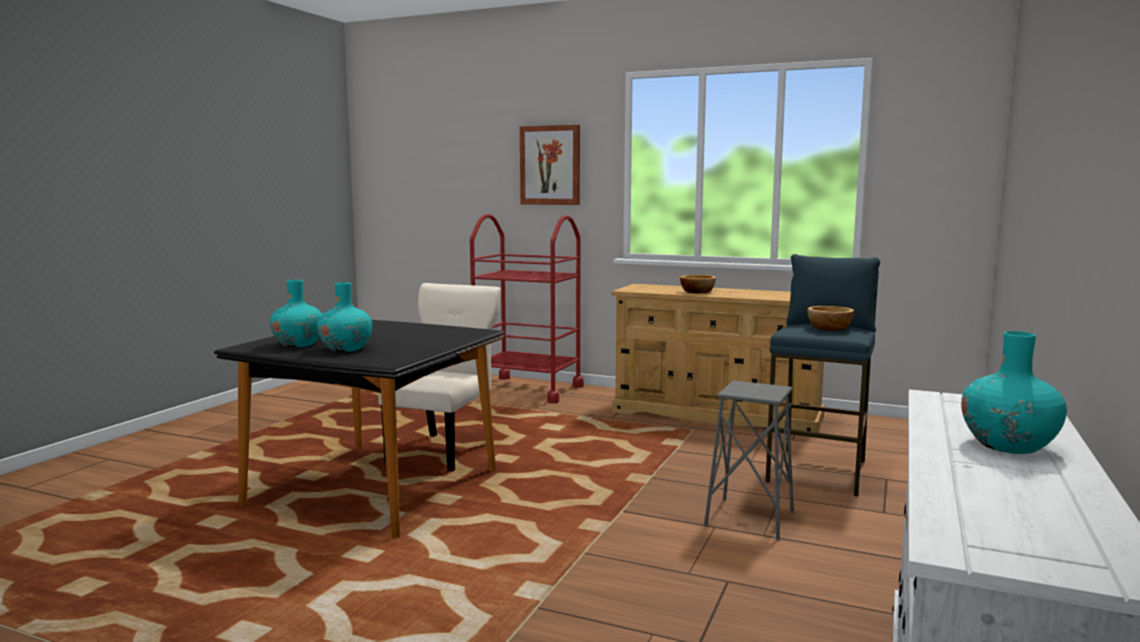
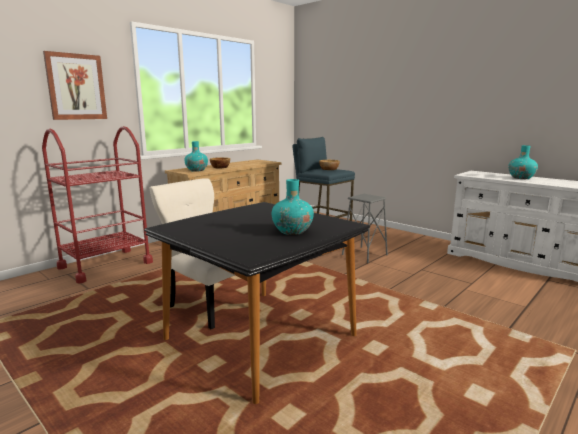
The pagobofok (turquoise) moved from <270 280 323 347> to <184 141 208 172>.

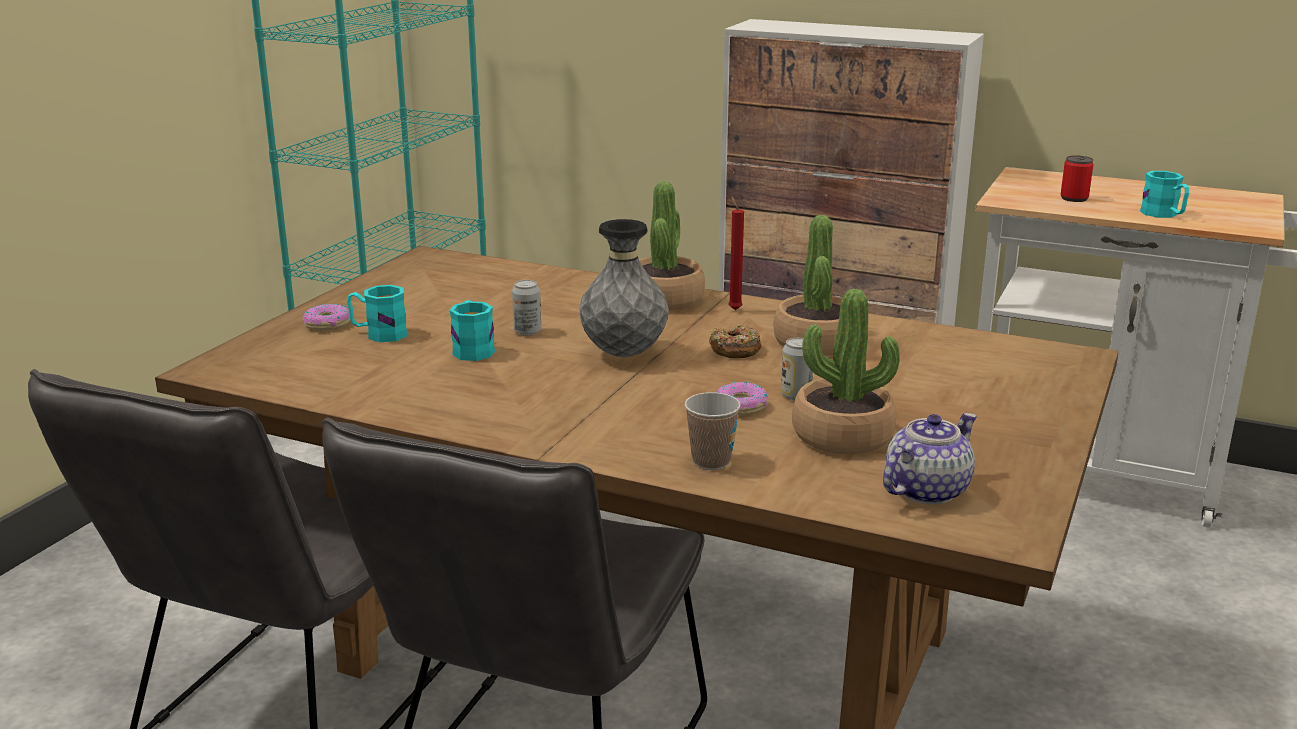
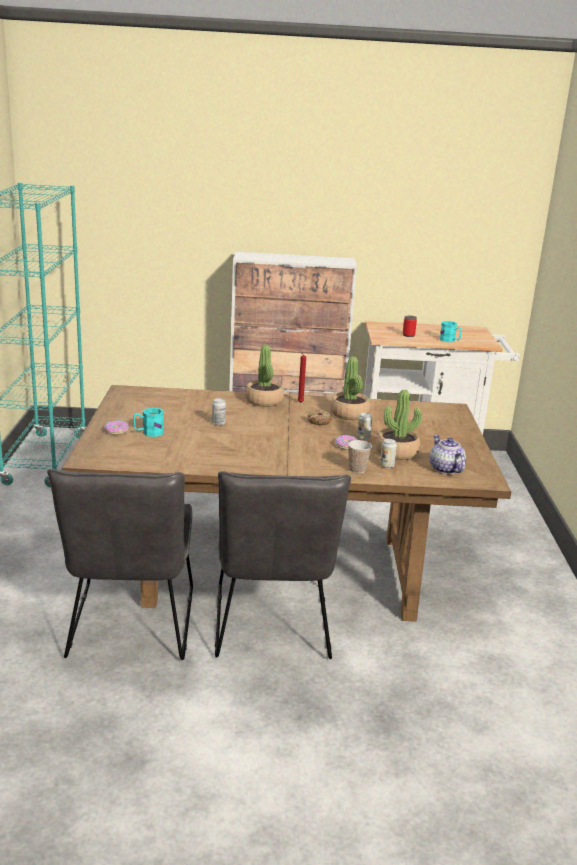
The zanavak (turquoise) at <450 300 495 361> disappeared.
The pagobofok (grey) at <579 219 669 357> disappeared.
The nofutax at <883 413 977 505> turned 45 degrees counterclockwise.
The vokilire at <380 439 397 468> appeared.

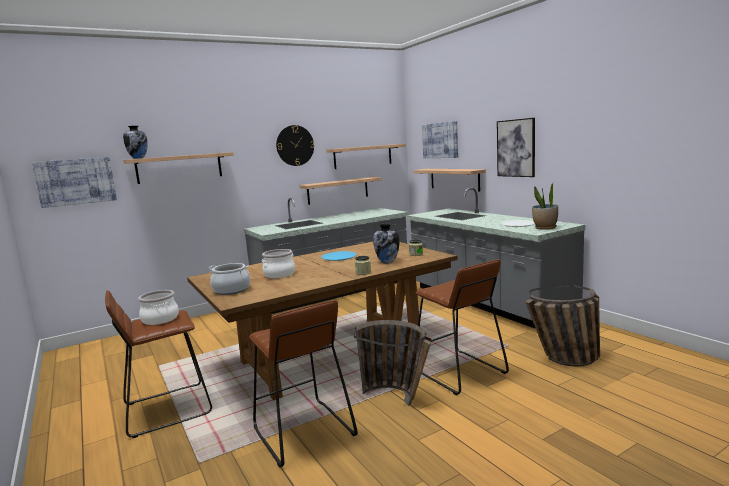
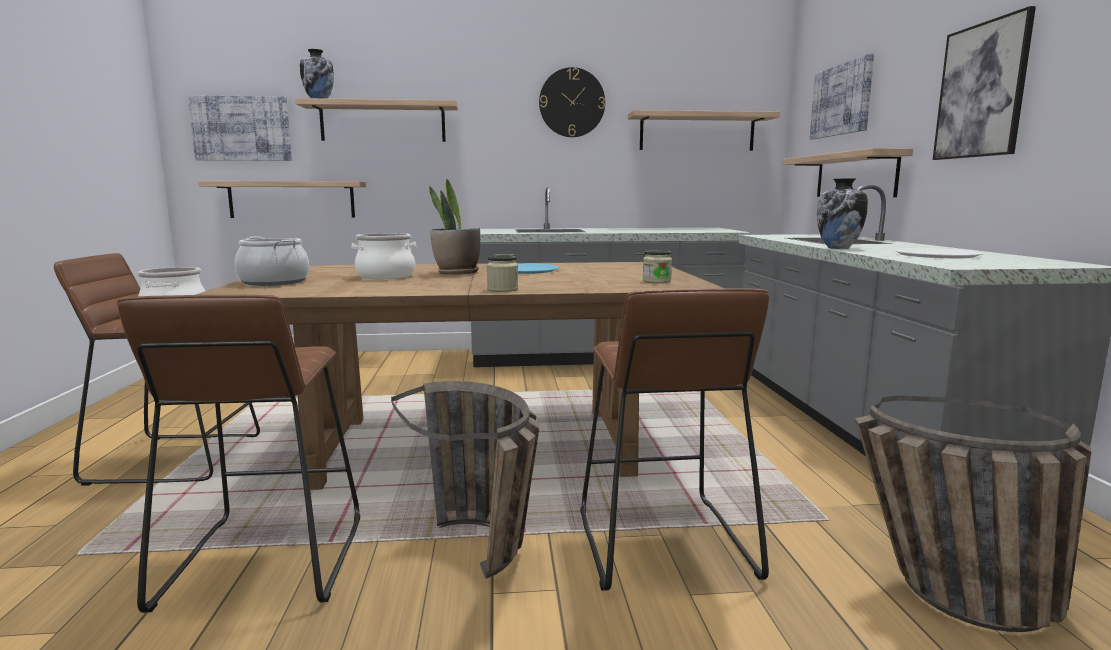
The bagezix moved from <299 177 382 205> to <198 181 366 218>.
The pagobofok moved from <373 223 399 263> to <817 179 868 249>.
The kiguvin moved from <532 183 558 230> to <429 179 480 275>.

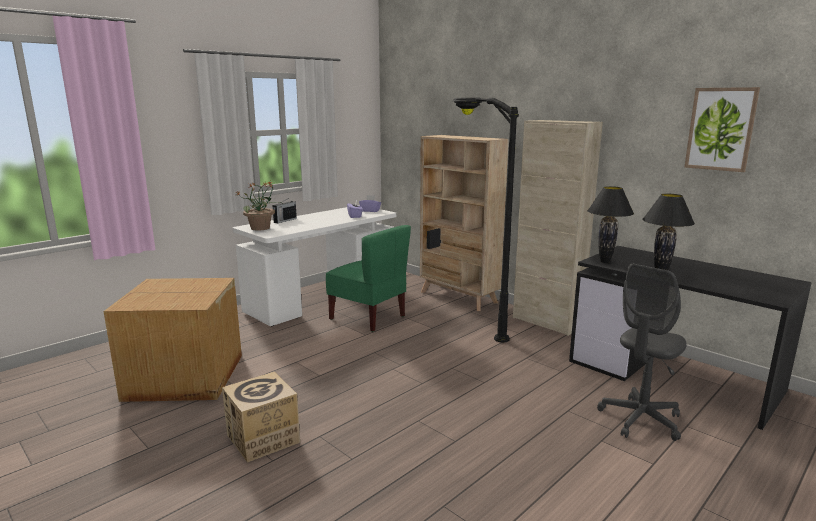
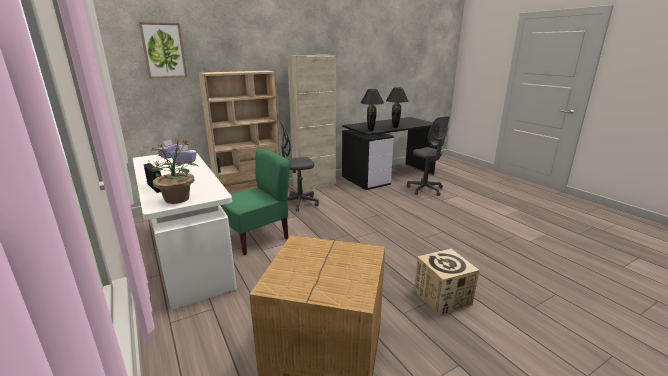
The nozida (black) at <452 98 519 343> was replaced by the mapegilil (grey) at <280 121 319 212>.
The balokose moved from <684 87 760 172> to <139 22 187 79>.

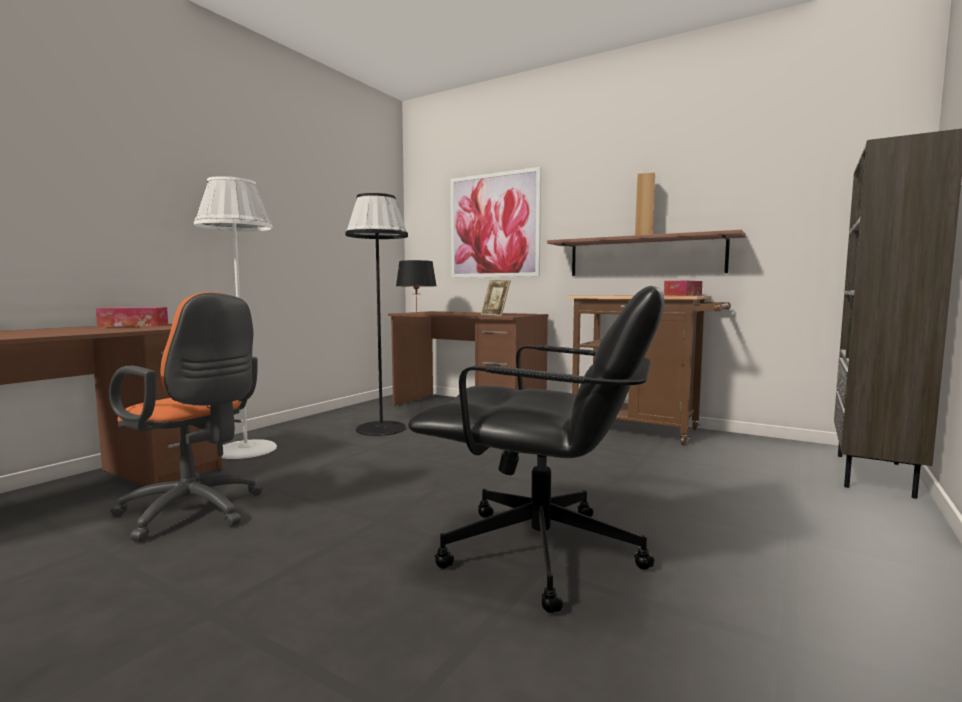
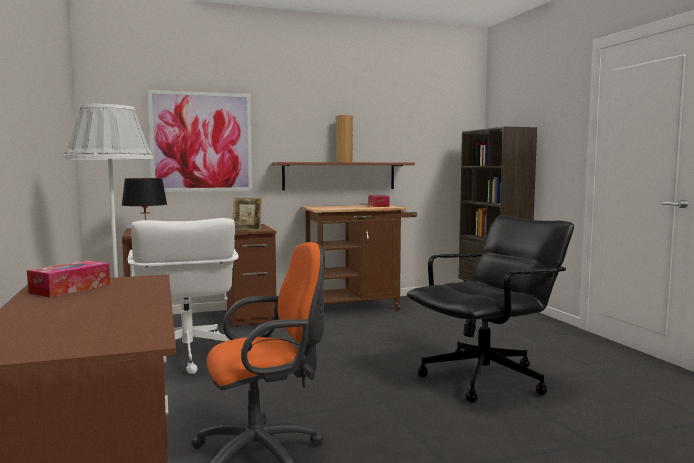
The nozida (black) at <345 193 408 436> was replaced by the mapegilil (white) at <127 218 239 374>.

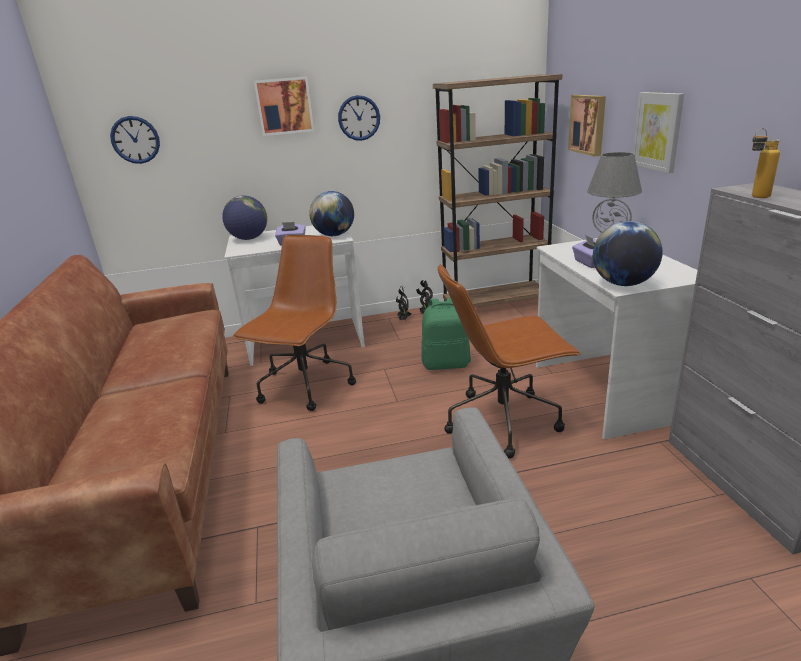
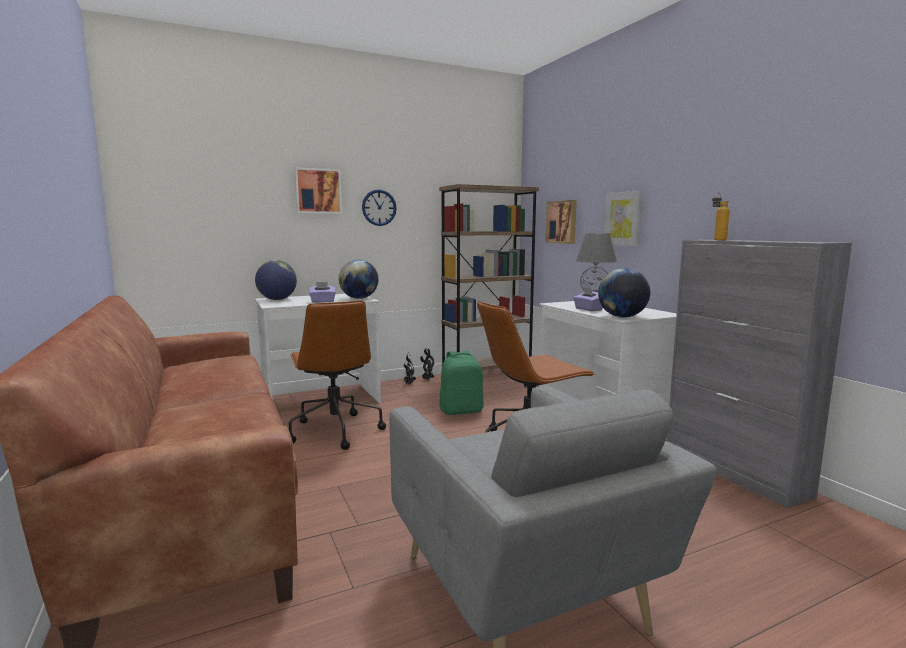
The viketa at <110 116 160 164> disappeared.
The mapegilil (brown) at <233 235 356 411> turned 150 degrees clockwise.

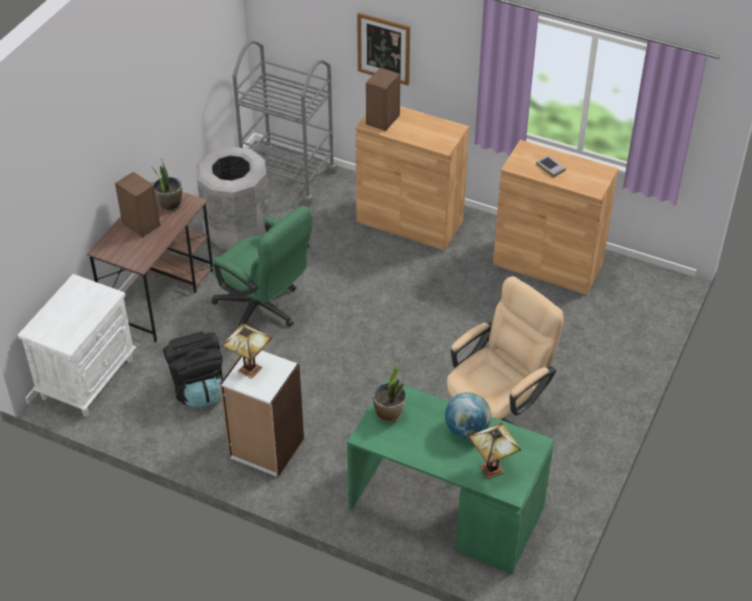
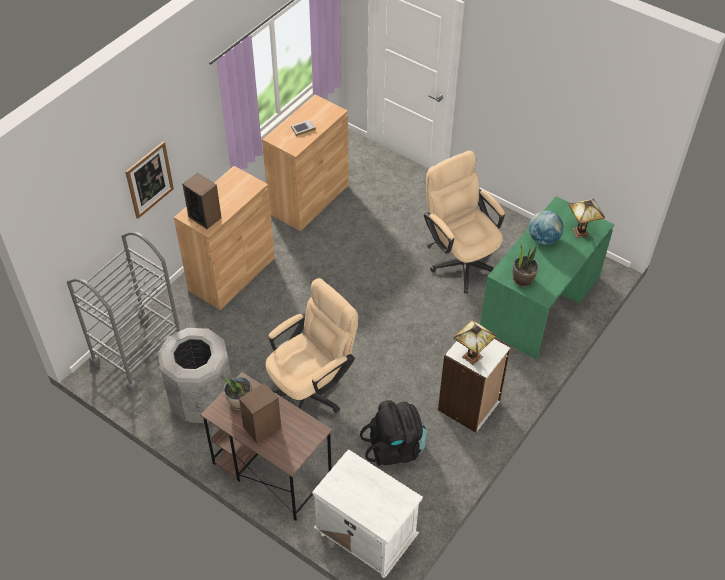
The mapegilil (green) at <211 206 312 327> became the mapegilil (beige) at <266 278 358 413>.

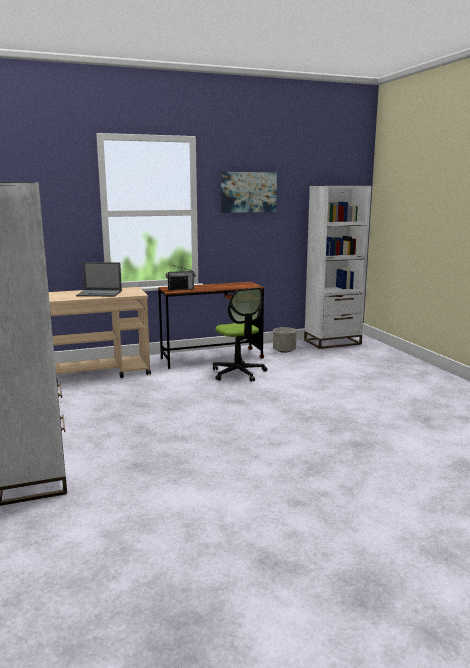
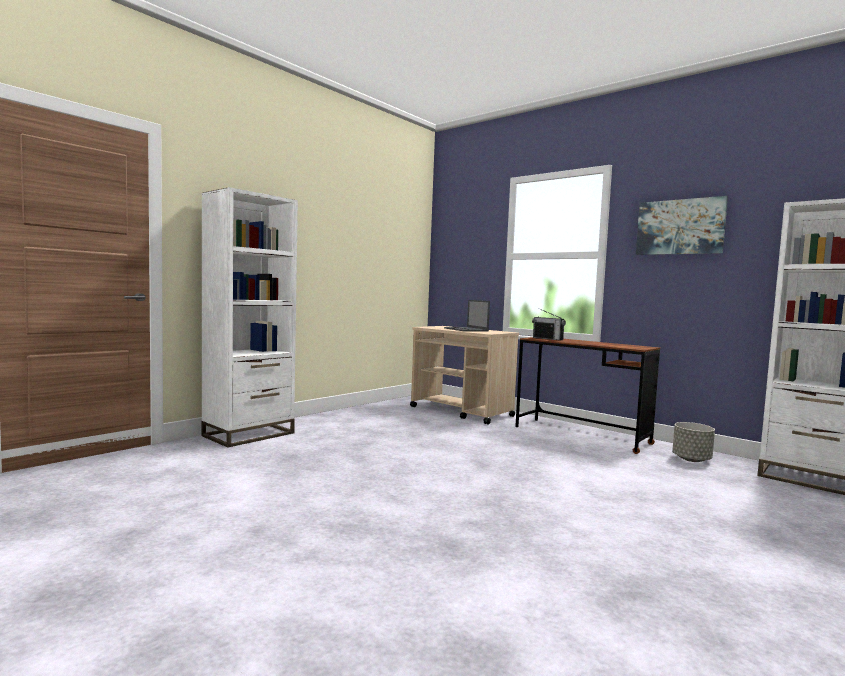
The mapegilil at <213 287 267 382> disappeared.

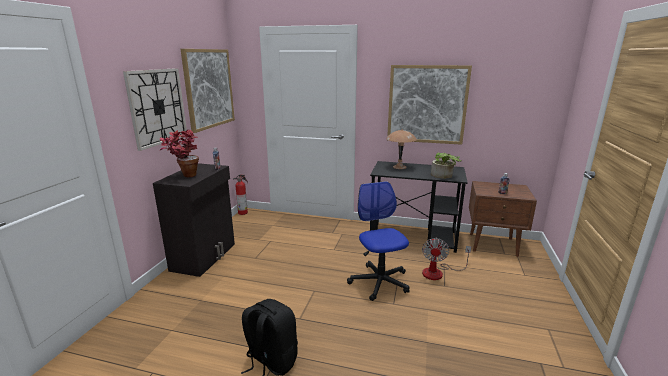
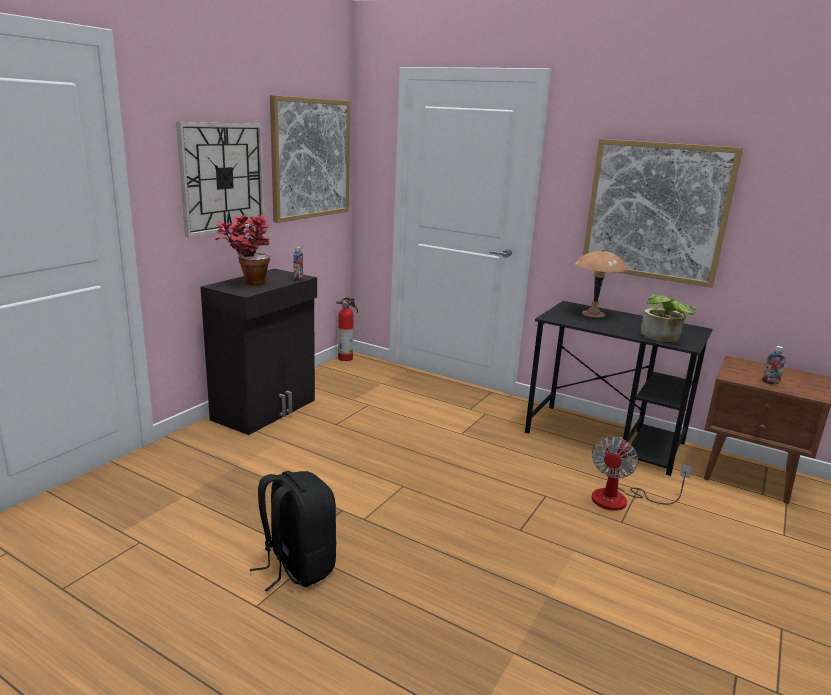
The mapegilil at <347 181 410 301> disappeared.

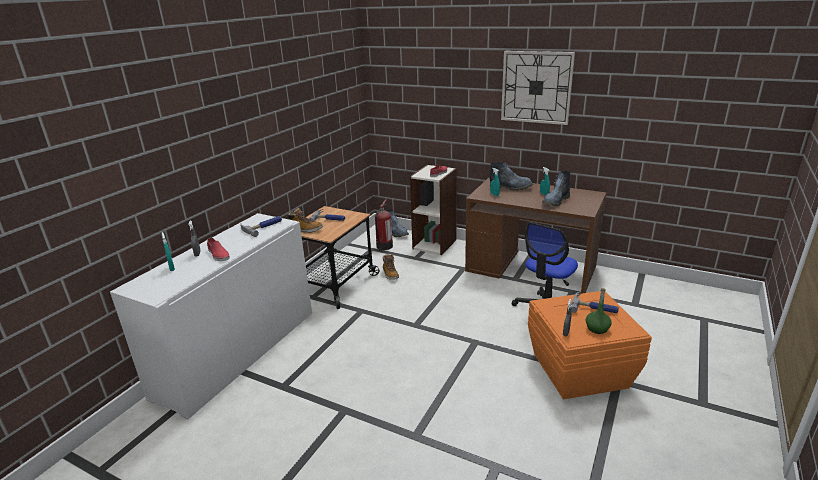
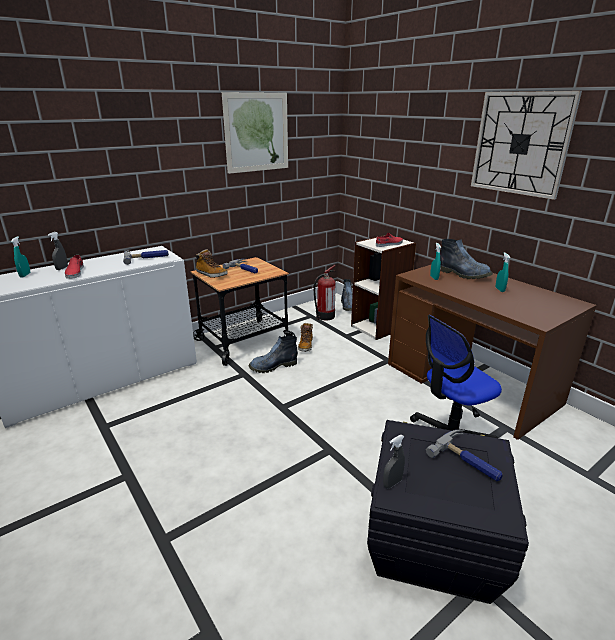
The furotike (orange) at <528 291 652 399> became the furotike (black) at <367 420 529 604>.
The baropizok moved from <542 171 570 206> to <248 336 298 373>.
The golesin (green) at <586 288 612 334> disappeared.
The balokose at <222 92 288 174> appeared.

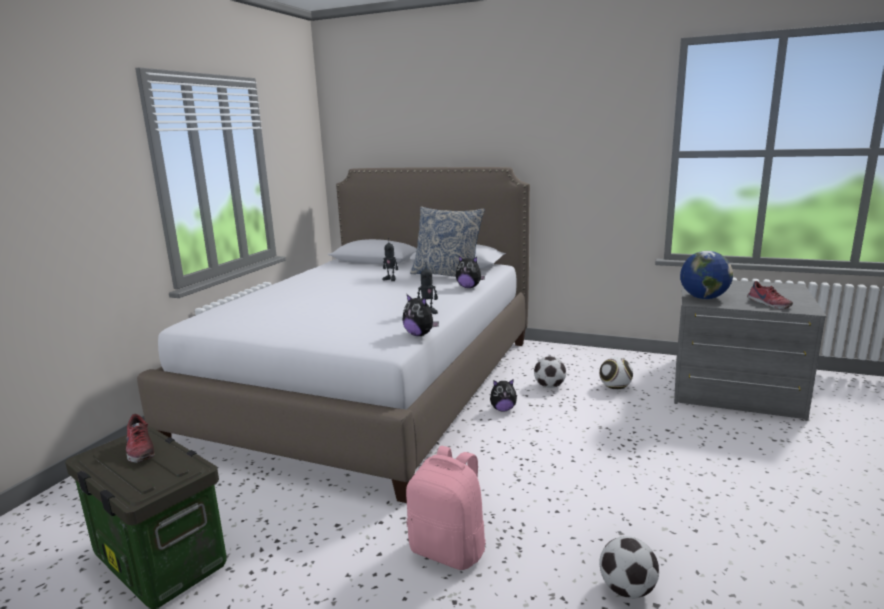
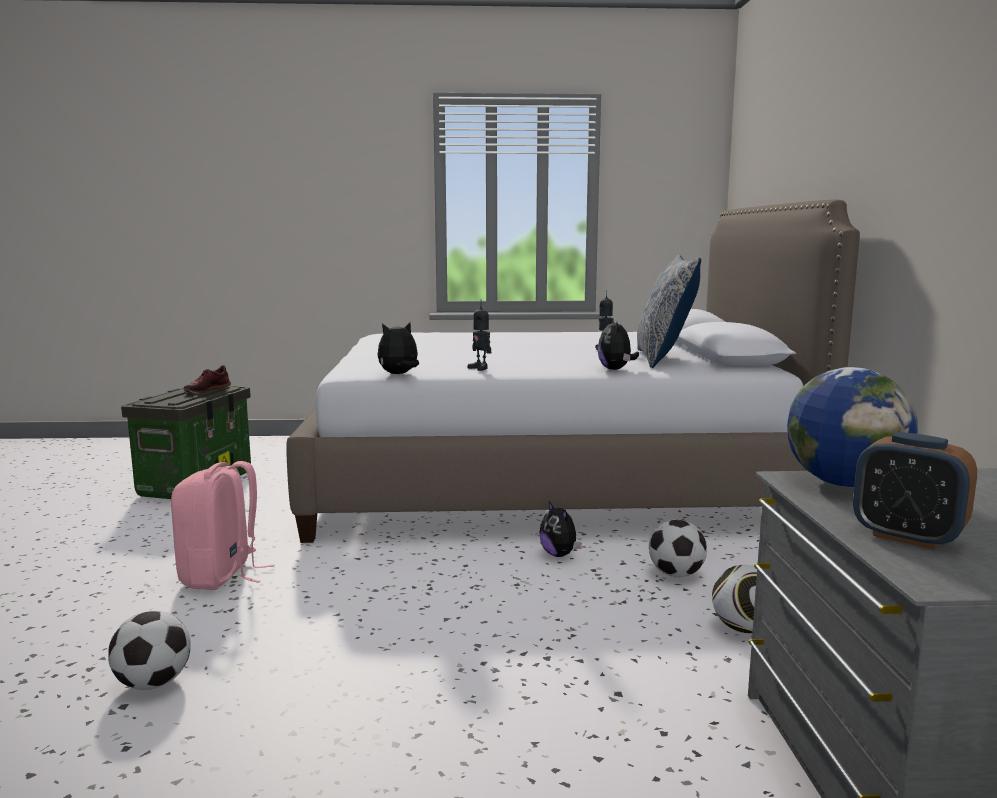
The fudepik at <402 294 439 336> turned 45 degrees clockwise.
The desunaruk at <747 281 793 310> was replaced by the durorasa at <853 432 977 550>.

